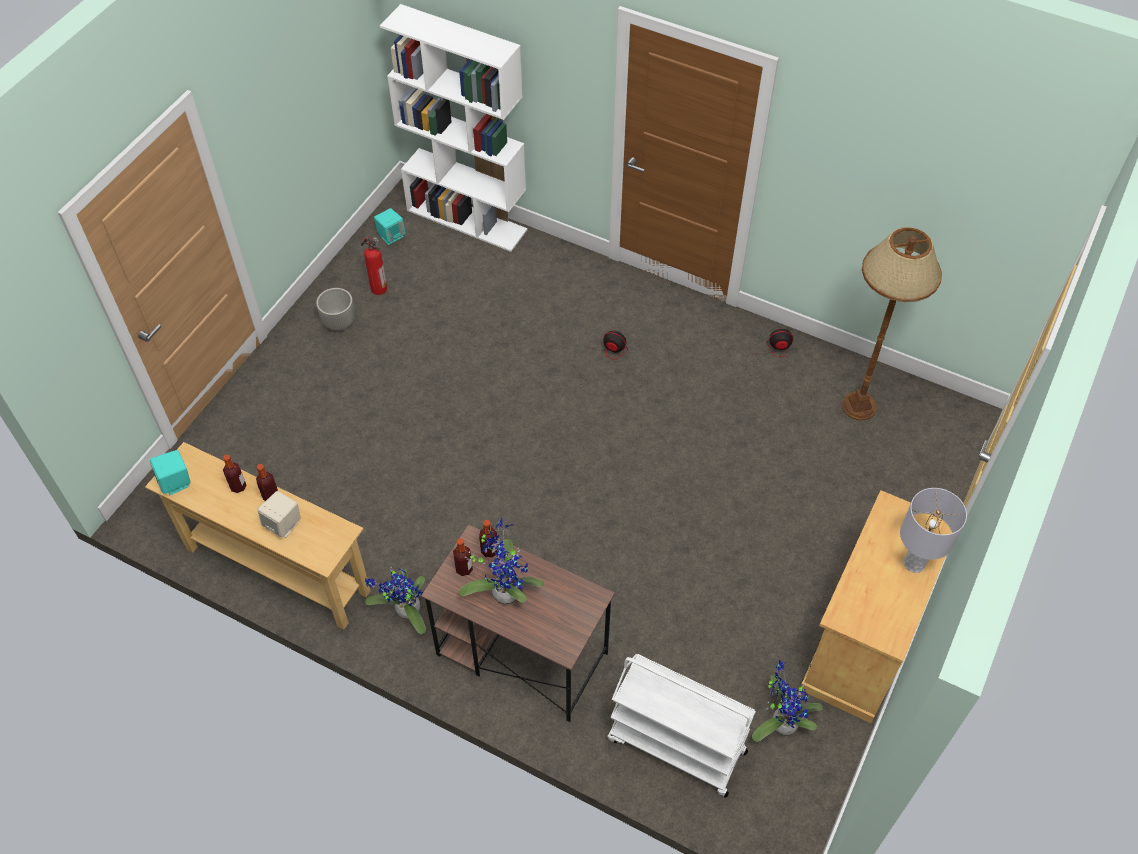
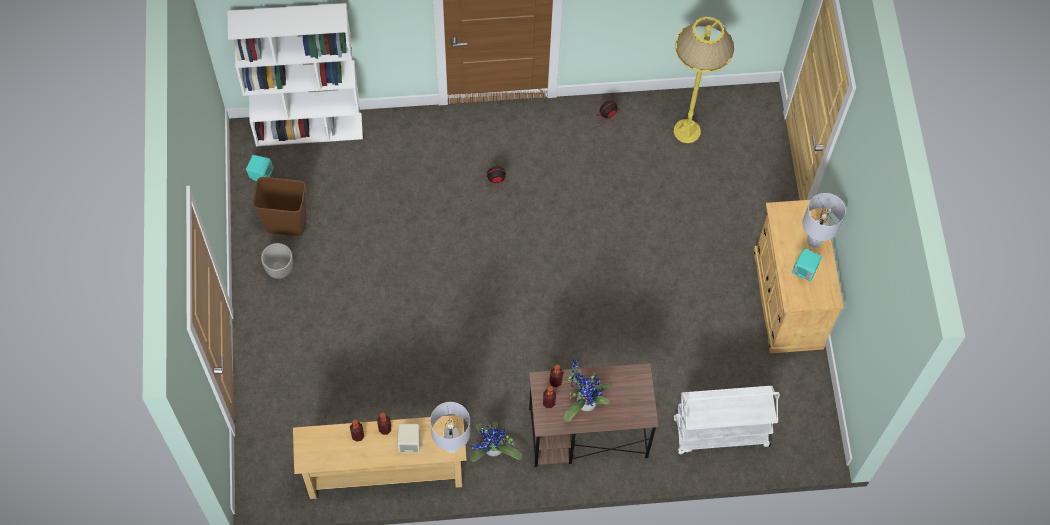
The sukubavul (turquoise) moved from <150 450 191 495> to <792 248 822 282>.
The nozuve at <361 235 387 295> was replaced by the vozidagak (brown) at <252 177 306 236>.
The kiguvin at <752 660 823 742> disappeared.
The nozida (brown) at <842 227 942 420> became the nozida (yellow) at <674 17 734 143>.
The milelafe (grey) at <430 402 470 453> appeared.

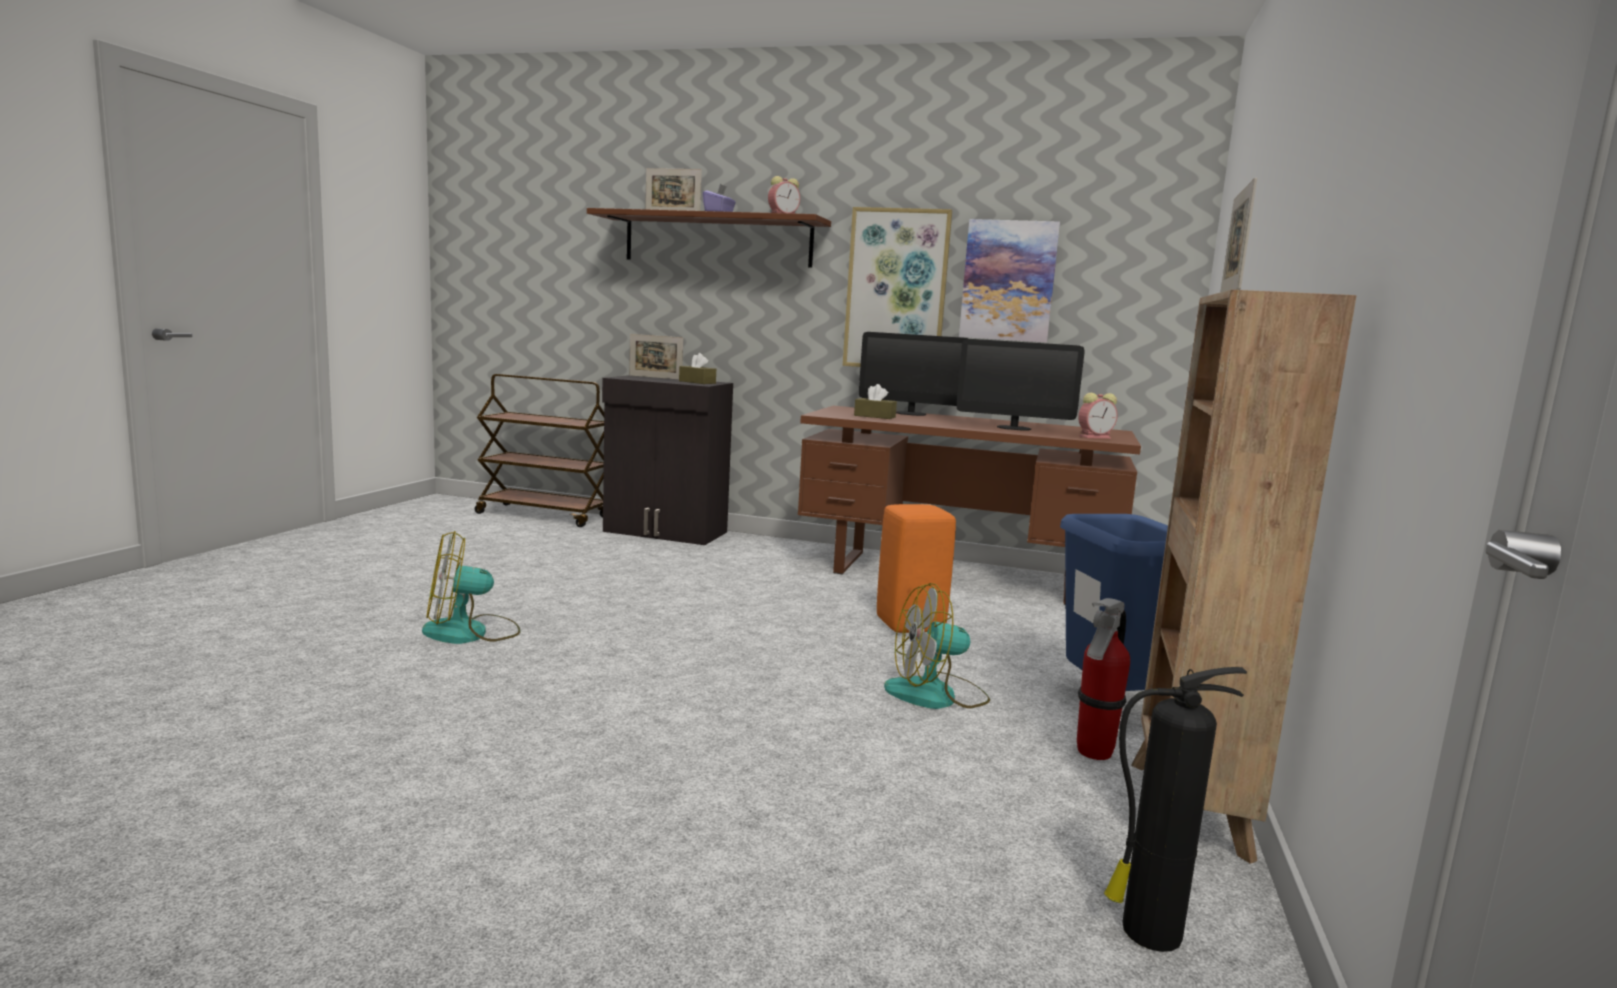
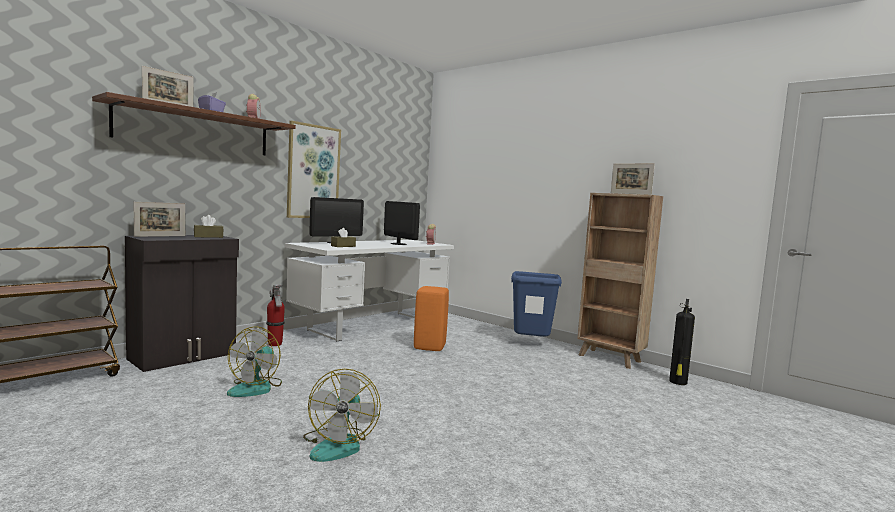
The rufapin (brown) at <798 406 1141 605> became the rufapin (white) at <285 240 454 341>.
The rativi moved from <884 583 990 709> to <227 326 282 397>.
The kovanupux at <957 339 1085 431> turned 75 degrees counterclockwise.
The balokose at <959 219 1060 343> disappeared.
The nozuve moved from <1077 598 1130 760> to <266 284 285 346>.

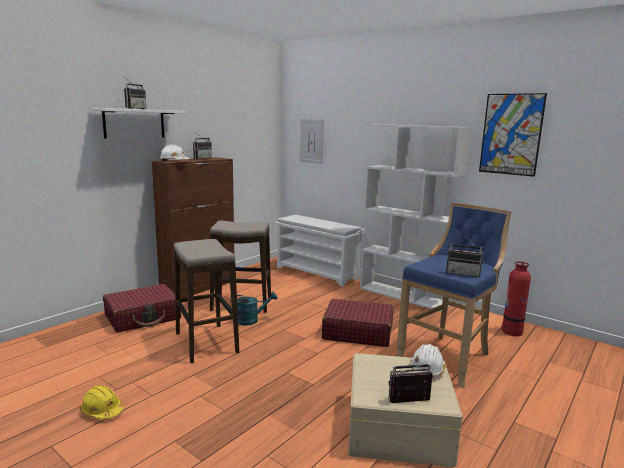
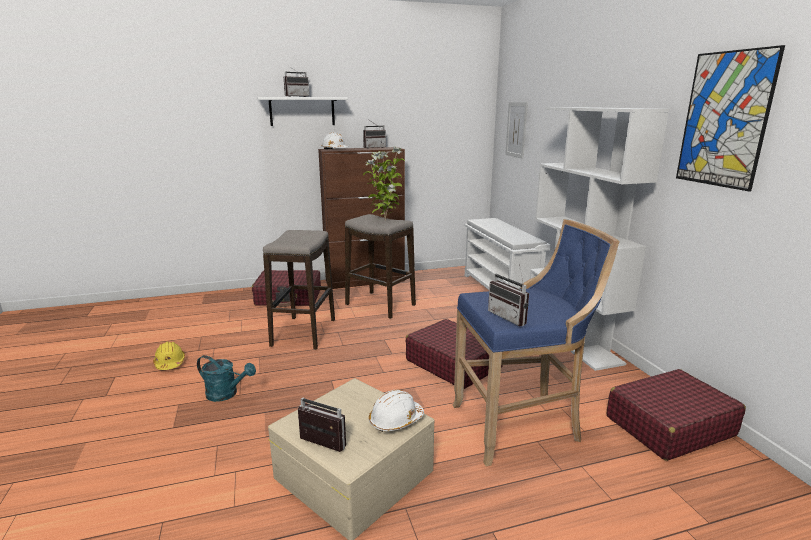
The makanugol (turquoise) moved from <230 292 277 326> to <197 355 256 402>.
The nozuve at <502 262 531 336> was replaced by the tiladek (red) at <606 369 746 461>.
The kiguvin at <363 146 405 220> appeared.

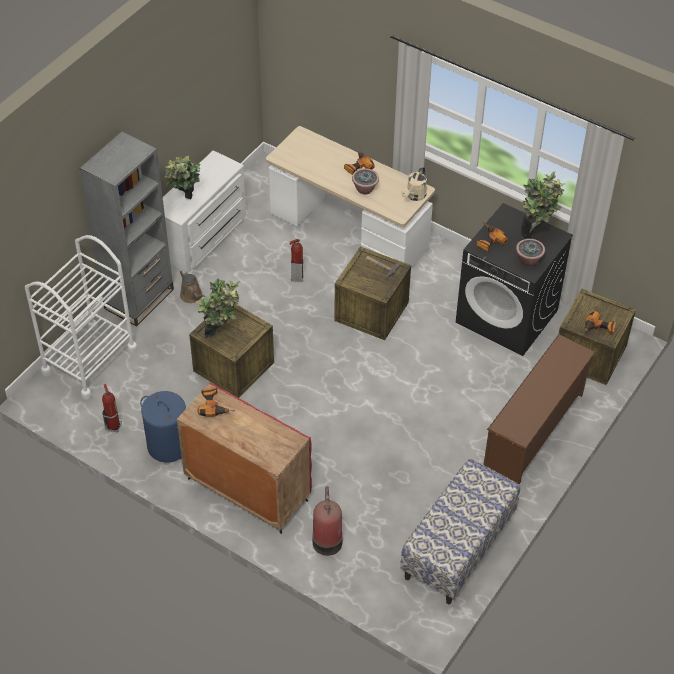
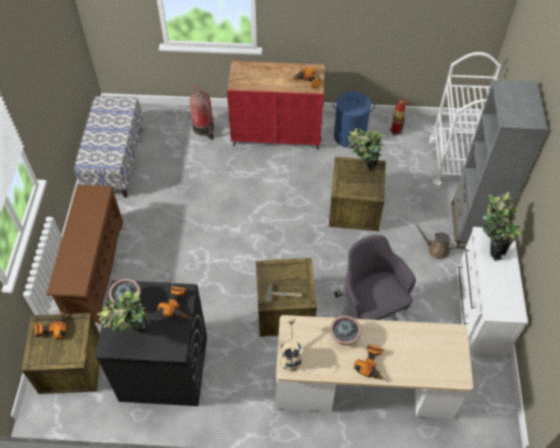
The nozuve at <289 239 304 282> was replaced by the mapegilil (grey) at <335 235 416 320>.

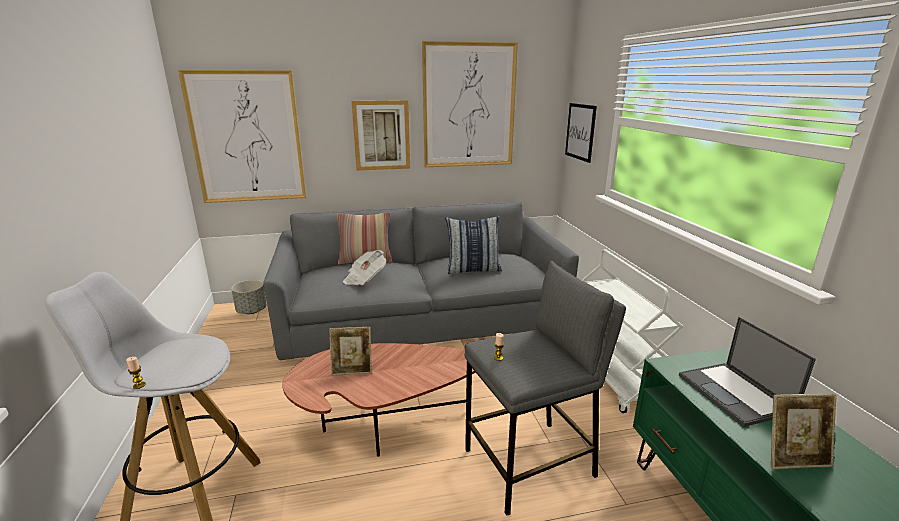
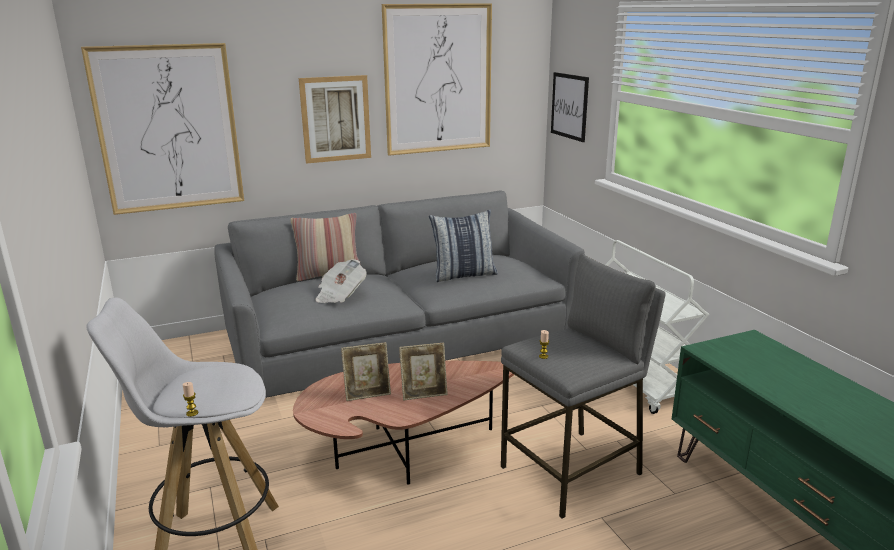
The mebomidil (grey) at <231 280 267 314> disappeared.
The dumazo at <679 317 816 427> disappeared.
The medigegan moved from <771 394 837 469> to <399 343 448 401>.

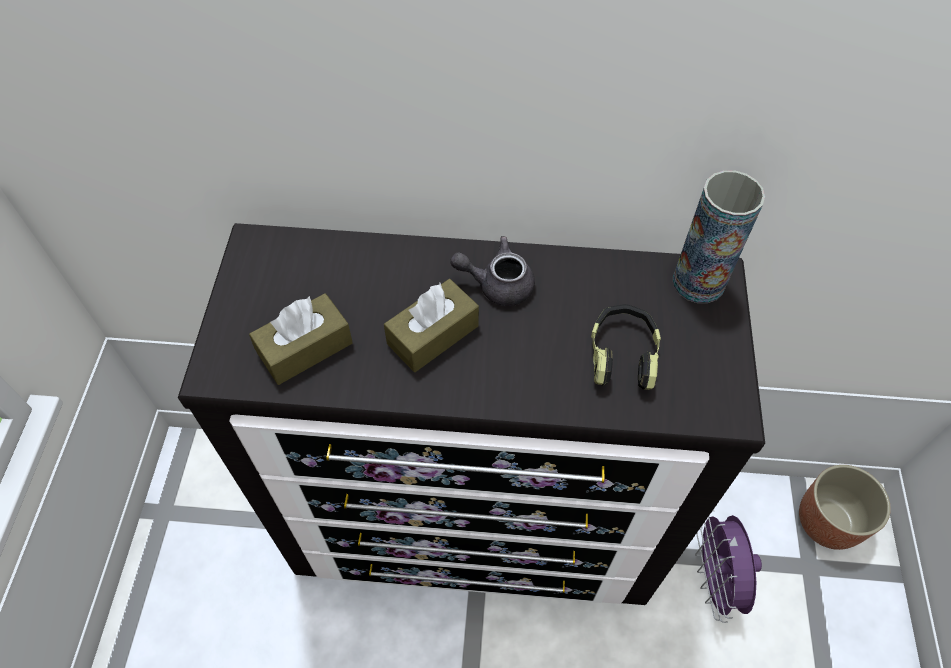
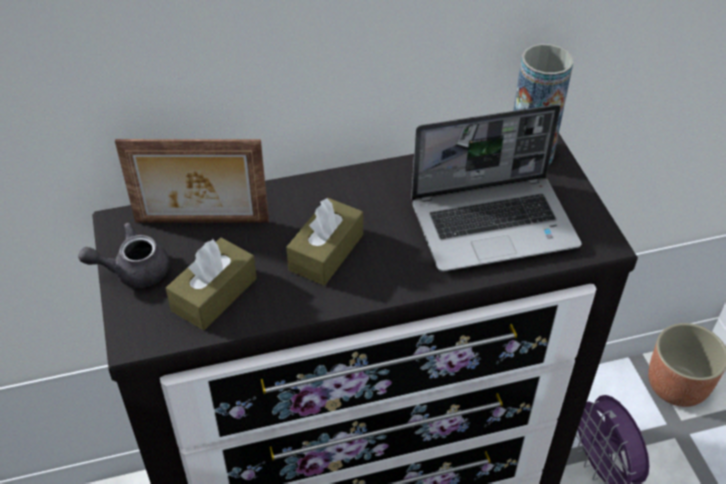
The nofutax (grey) moved from <450 236 535 306> to <78 223 170 288>.
The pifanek at <591 304 661 390> was replaced by the dumazo at <411 105 582 272>.
The medigegan at <115 139 269 222> appeared.

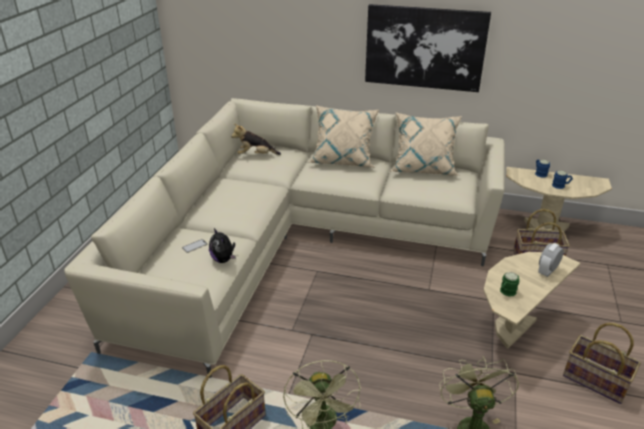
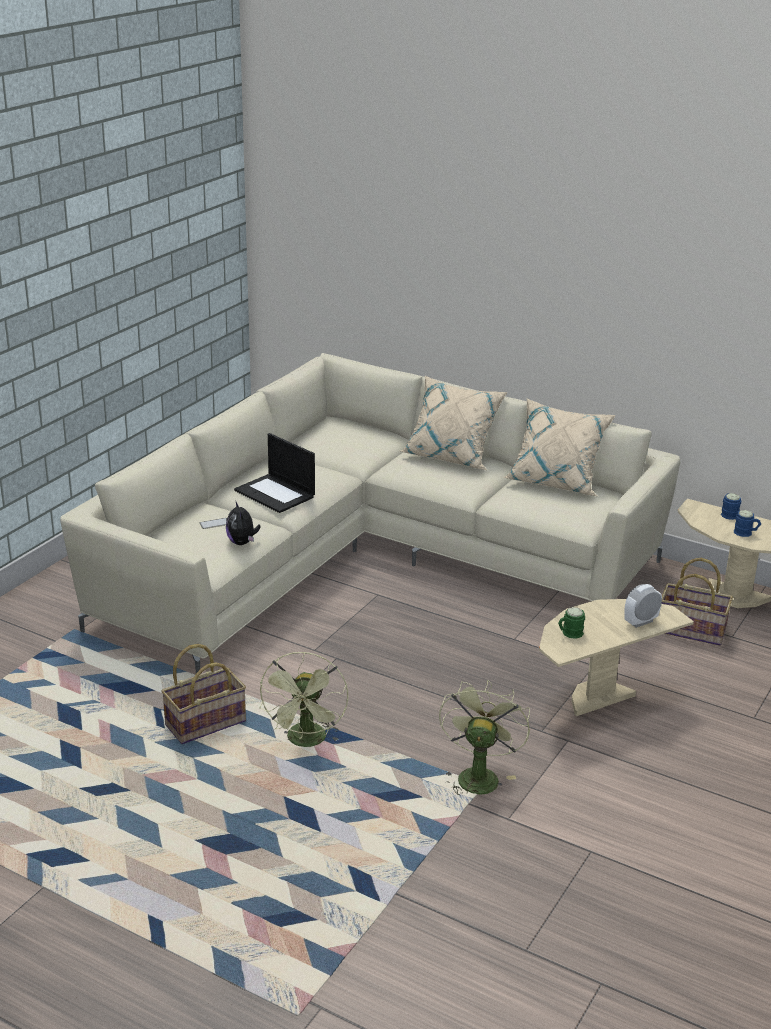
The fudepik at <231 123 281 155> disappeared.
The balokose at <365 4 491 92> disappeared.
The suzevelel at <563 323 641 404> disappeared.
The dumazo at <234 433 315 513> appeared.

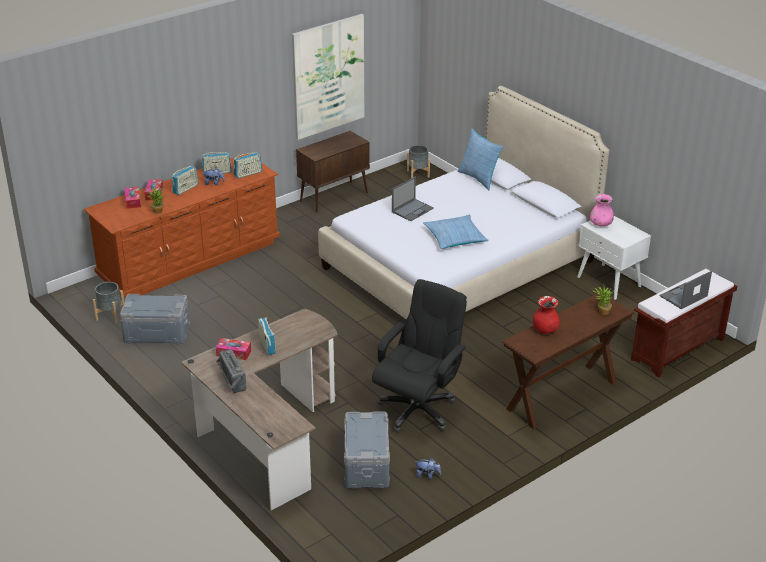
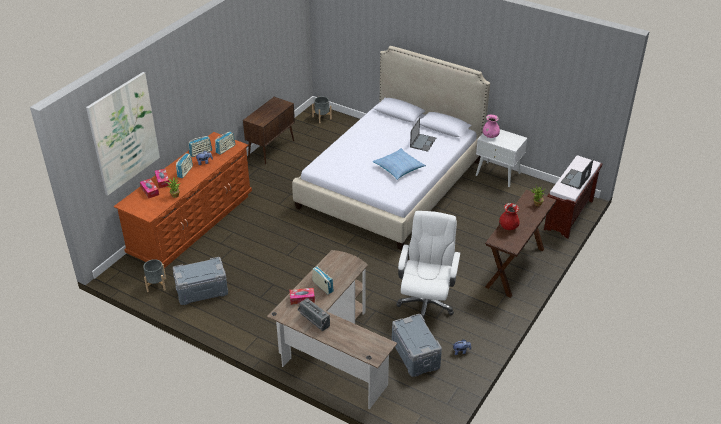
The balokose moved from <292 14 365 140> to <86 72 160 195>.
The mapegilil (black) at <372 279 467 433> became the mapegilil (white) at <396 211 460 318>.
The dumazo moved from <392 177 434 221> to <410 118 436 152>.
The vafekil at <457 128 504 190> disappeared.

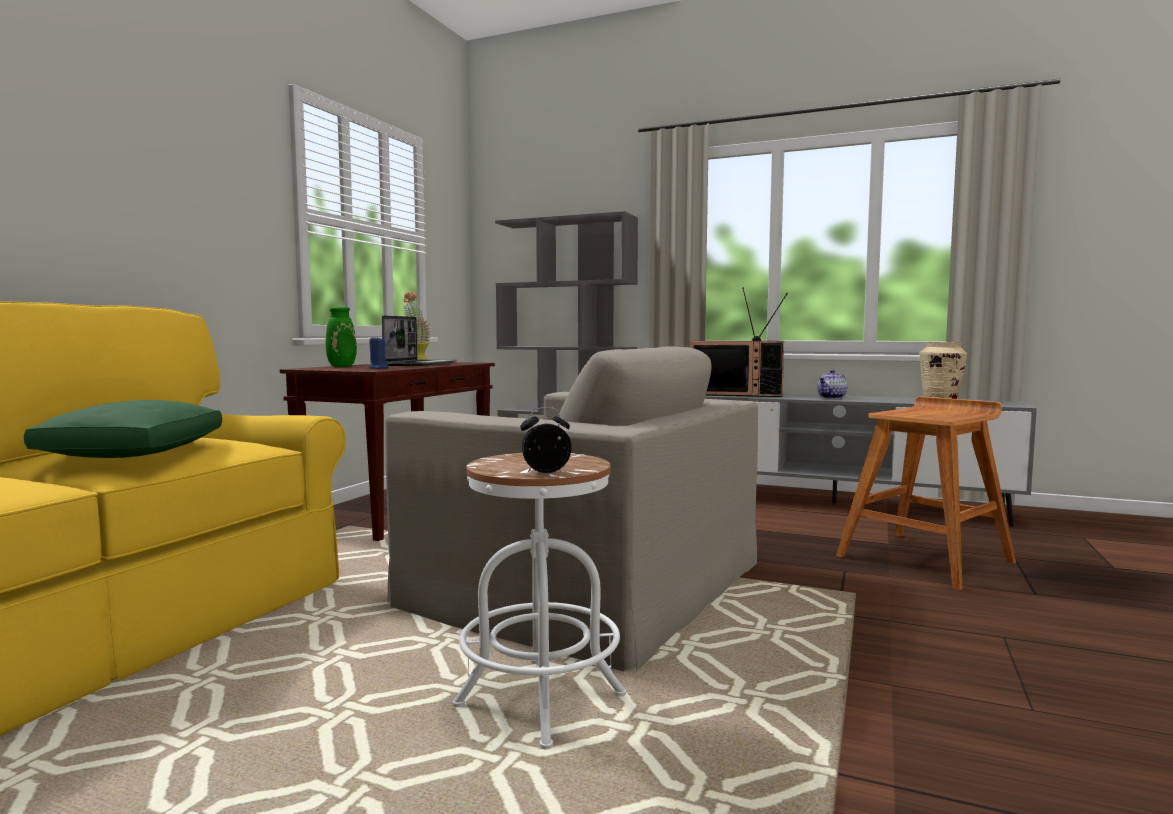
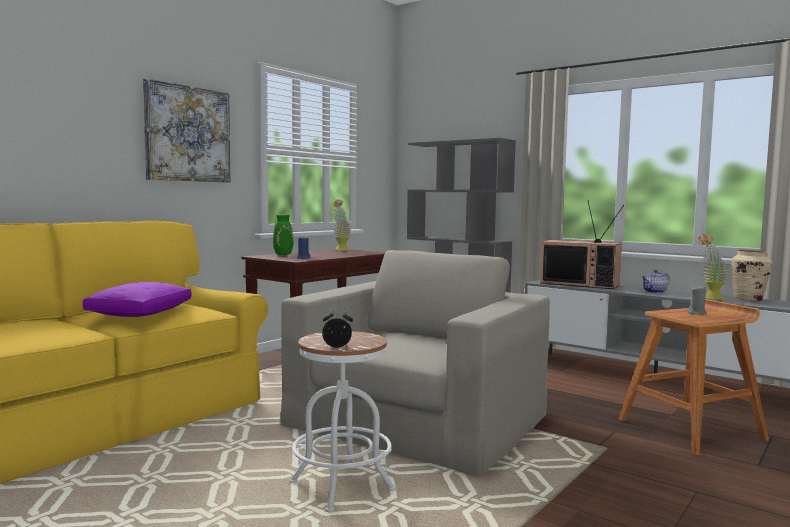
The vafekil (green) at <24 400 222 458> became the vafekil (purple) at <82 282 192 317>.
The dumazo at <382 315 457 366> disappeared.
The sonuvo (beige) at <385 346 758 671> turned 105 degrees counterclockwise.
The balokose at <143 78 230 183> appeared.
The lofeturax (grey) at <688 285 707 315> appeared.
The kiguvin at <698 234 727 299> appeared.

